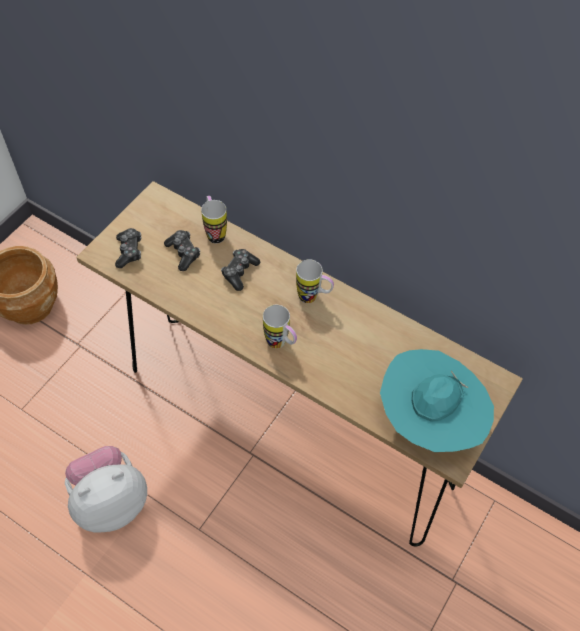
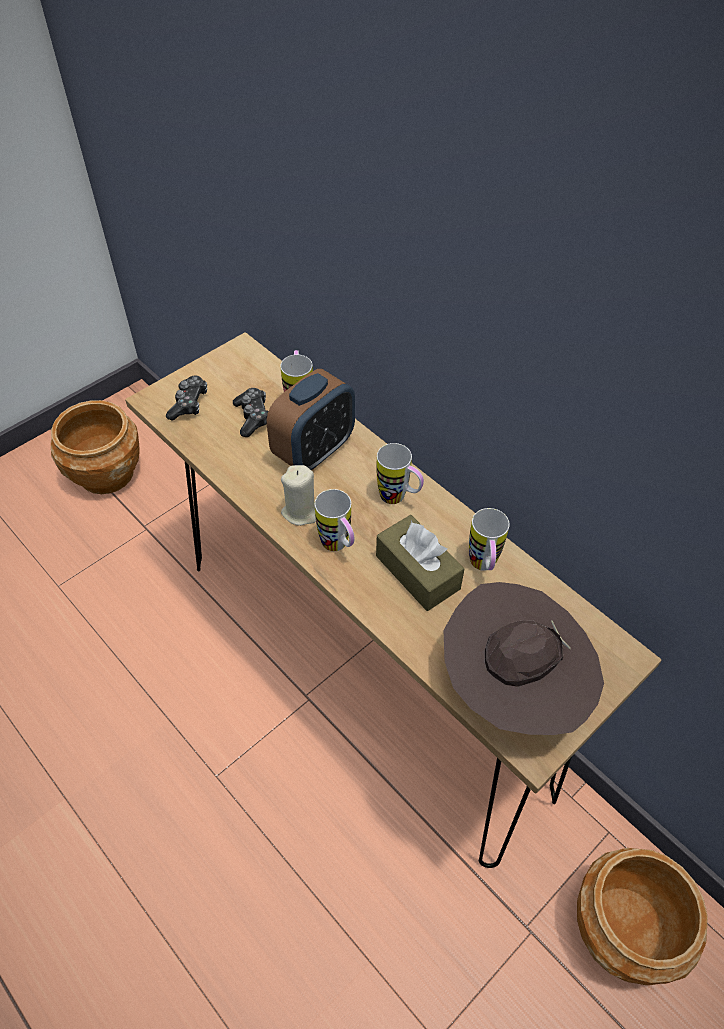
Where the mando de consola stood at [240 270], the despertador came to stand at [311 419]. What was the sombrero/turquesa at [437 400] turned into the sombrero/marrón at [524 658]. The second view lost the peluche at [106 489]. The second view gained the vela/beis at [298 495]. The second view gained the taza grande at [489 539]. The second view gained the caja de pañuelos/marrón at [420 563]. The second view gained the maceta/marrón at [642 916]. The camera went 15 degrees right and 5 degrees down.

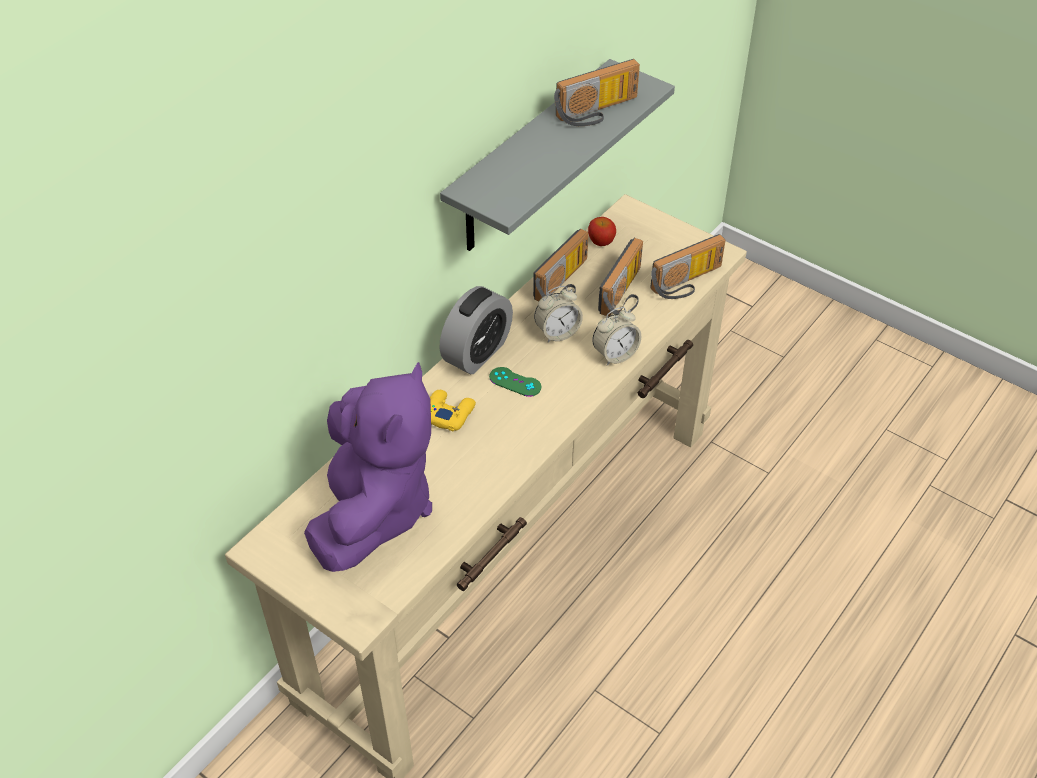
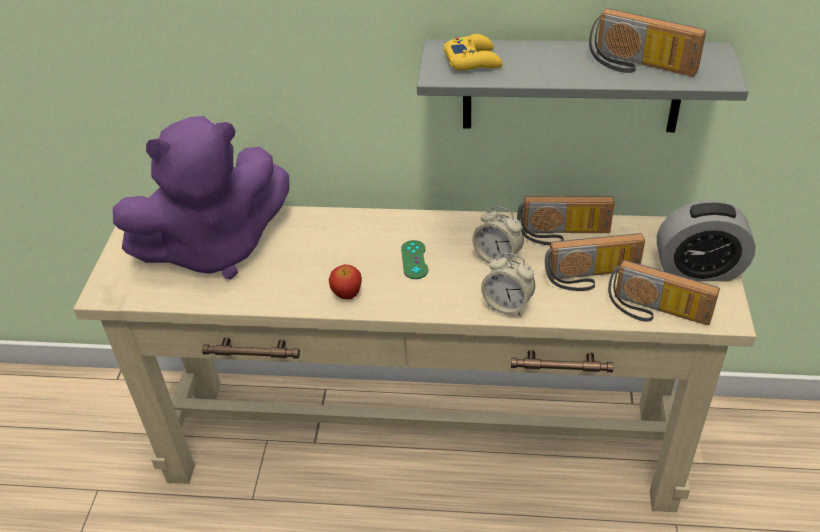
The manzana ended up elsewhere, having gone from [602 231] to [345 282]. The despertador ended up elsewhere, having gone from [476 330] to [706 240]. The mando de consola/amarillo ended up elsewhere, having gone from [453 411] to [473 52]. The camera went 60 degrees right and 5 degrees down.

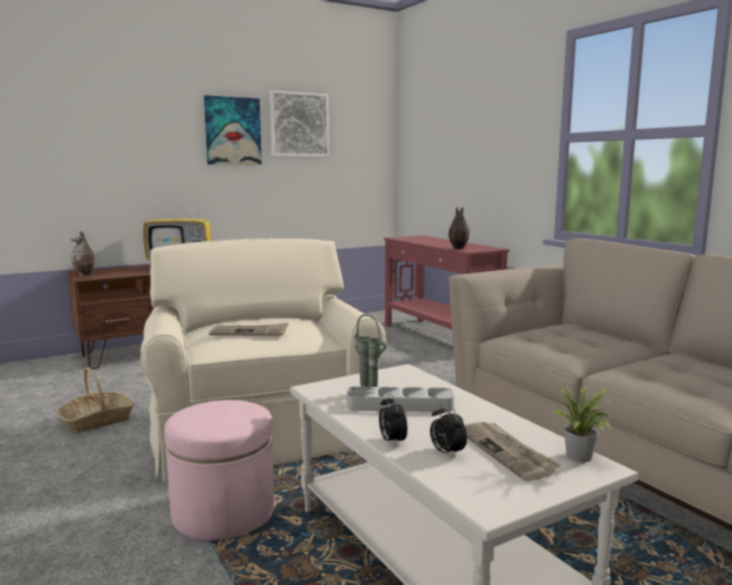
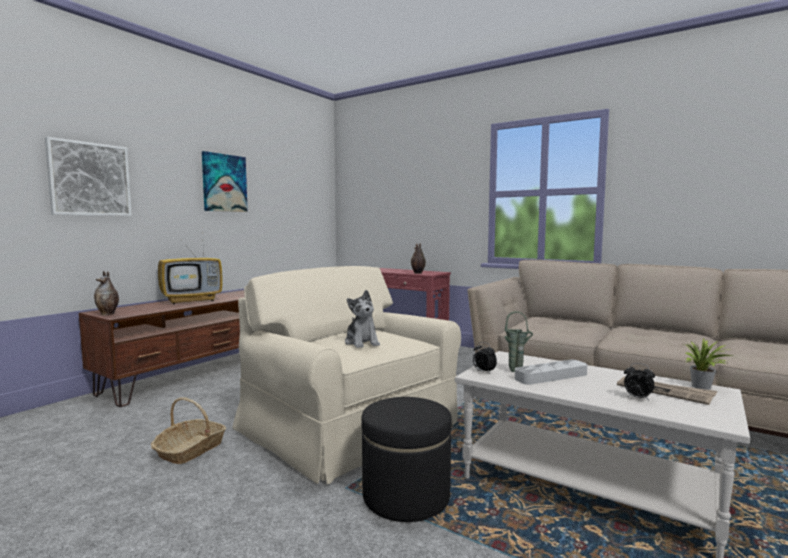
The cuadro ended up elsewhere, having gone from [299 123] to [88 176]. Where the periódico stood at [249 329], the peluche came to stand at [362 319]. The despertador ended up elsewhere, having gone from [393 420] to [485 358]. What was the puf/rosa at [219 470] turned into the puf/negro at [406 459]. The camera went 25 degrees left and 5 degrees down.

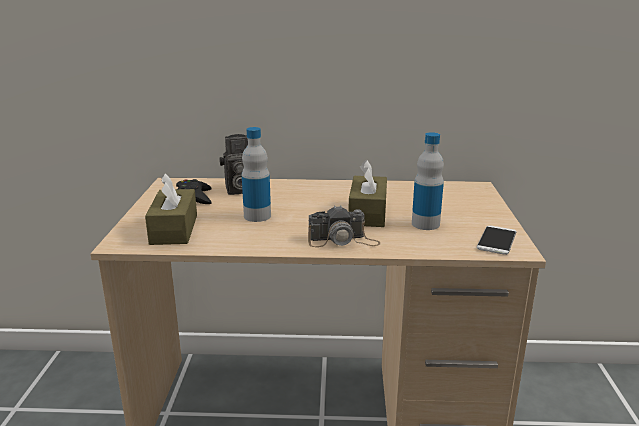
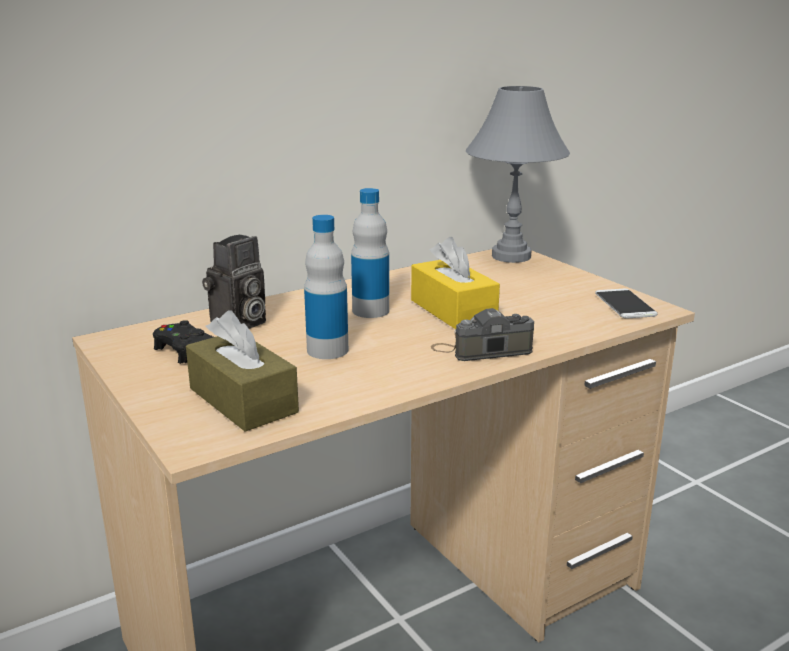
The botella ended up elsewhere, having gone from [428 181] to [370 253]. What was the caja de pañuelos/marrón at [367 193] turned into the caja de pañuelos/amarillo at [455 283]. The cámara at [344 226] ended up facing another way, 150 degrees counterclockwise from before. The second view gained the lámpara de mesa/gris at [518 174]. The camera went 35 degrees left and 0 degrees up.

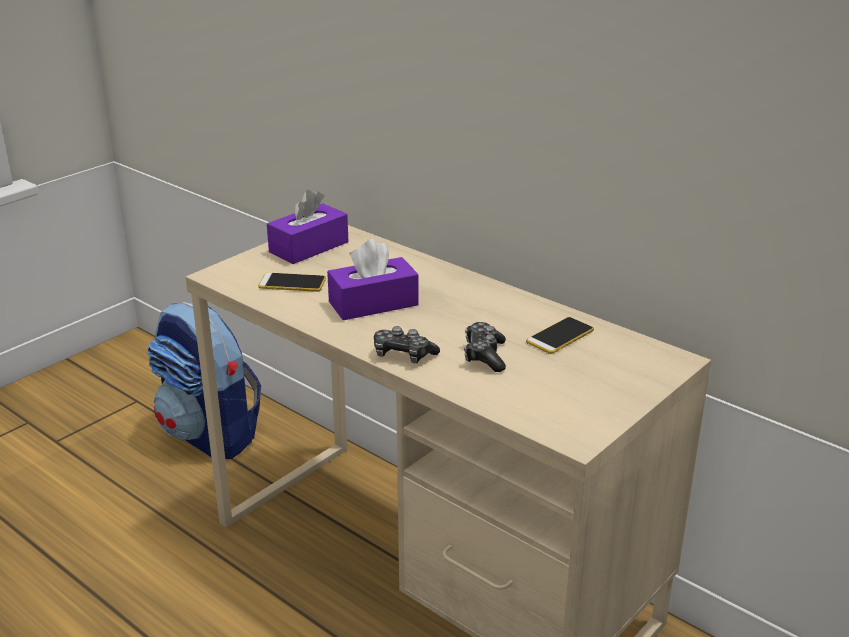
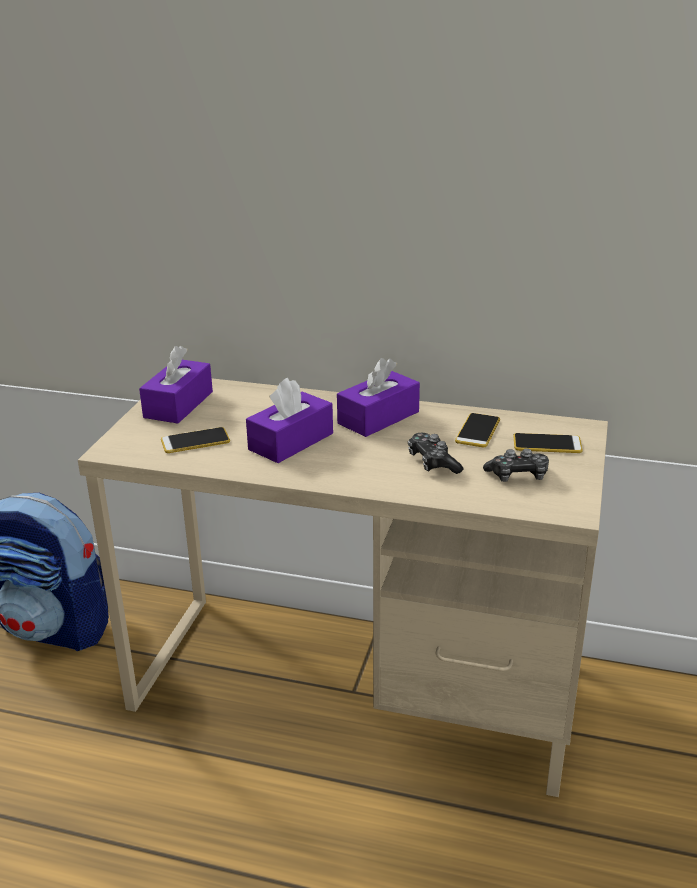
The mando de consola ended up elsewhere, having gone from [407 344] to [516 465]. The second view gained the caja de pañuelos/morado at [378 397]. The second view gained the móvil at [548 443]. The camera went 25 degrees left and 0 degrees up.

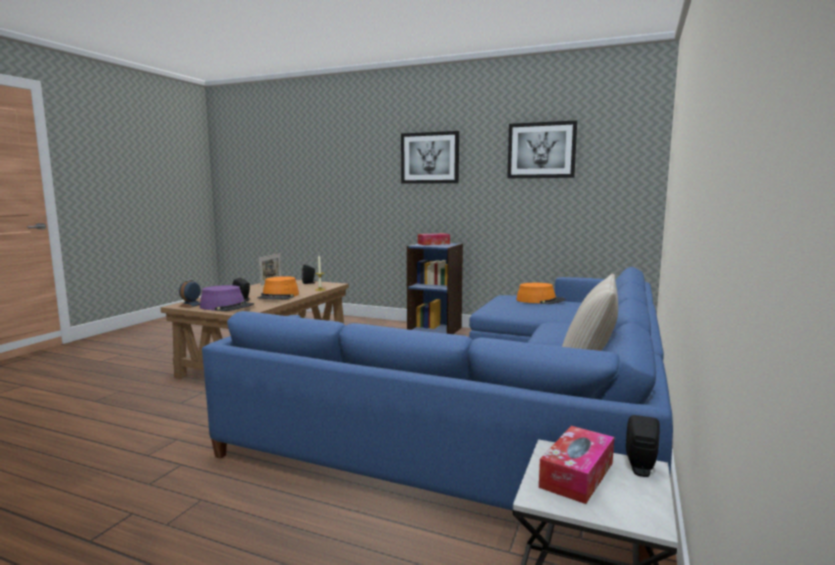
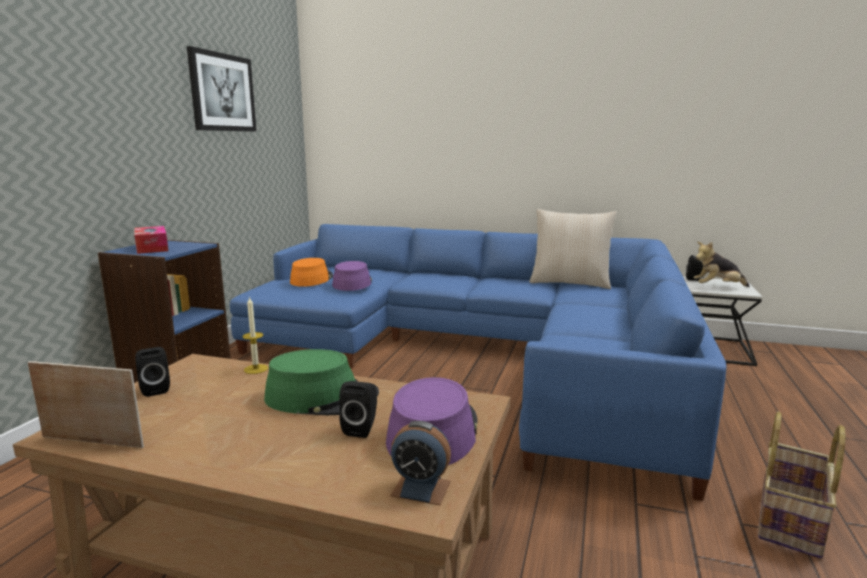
The second view lost the cuadro at [430 157]. What was the sombrero/naranja at [278 288] turned into the sombrero/verde at [321 382]. Where the caja de pañuelos stood at [576 465], the peluche came to stand at [721 264]. The second view gained the sombrero/morado at [352 276]. The second view gained the cesta at [802 484]. The camera went 95 degrees left and 5 degrees up.

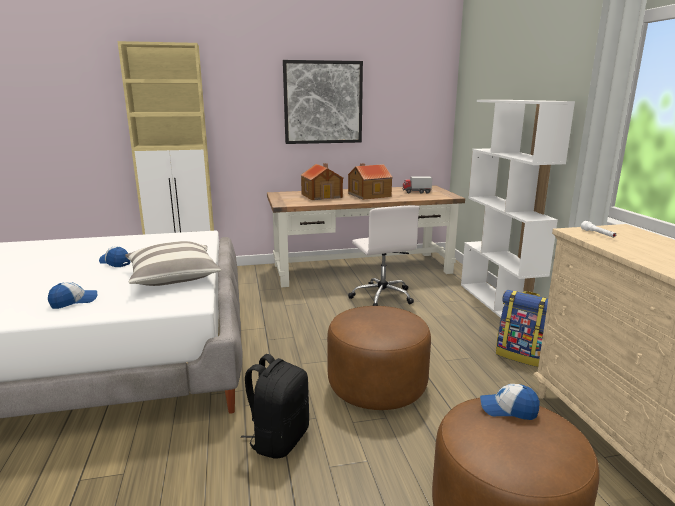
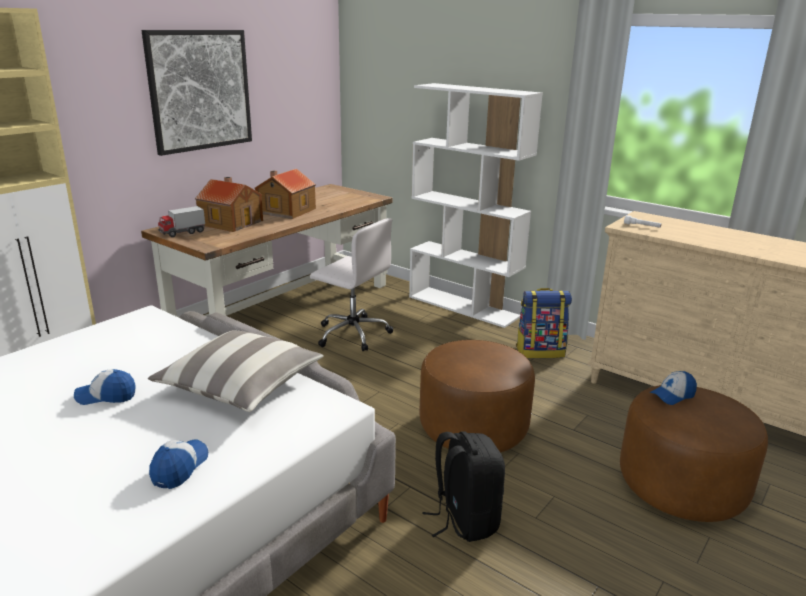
The camión de juguete ended up elsewhere, having gone from [417 185] to [181 221]. The camera went 40 degrees left and 5 degrees up.

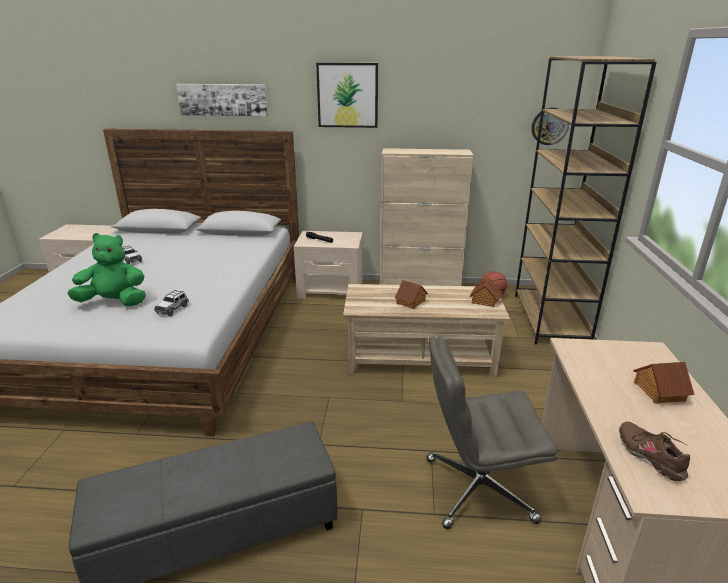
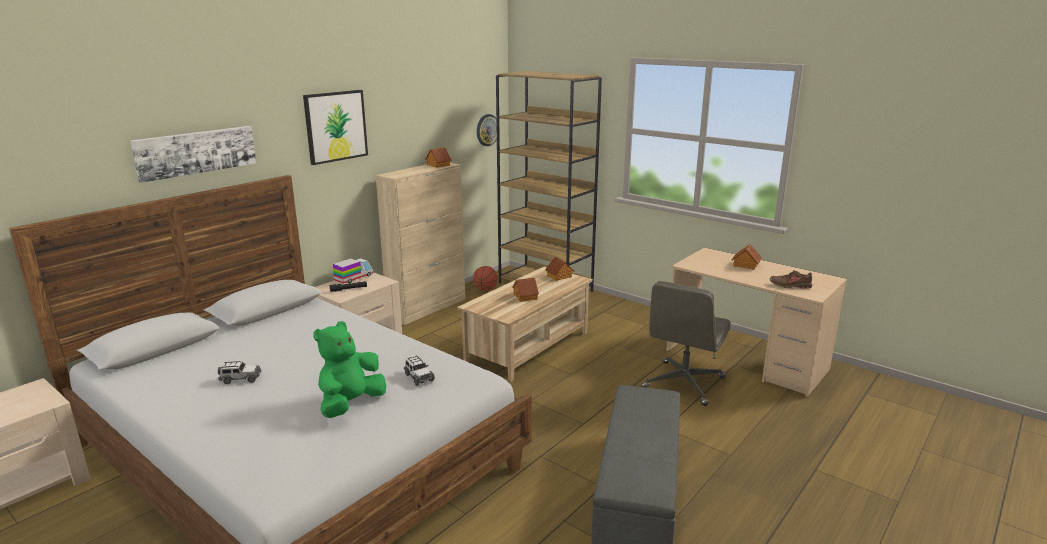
The second view gained the casita at [438 157]. The second view gained the camión de juguete at [353 271]. The camera went 55 degrees left and 5 degrees down.

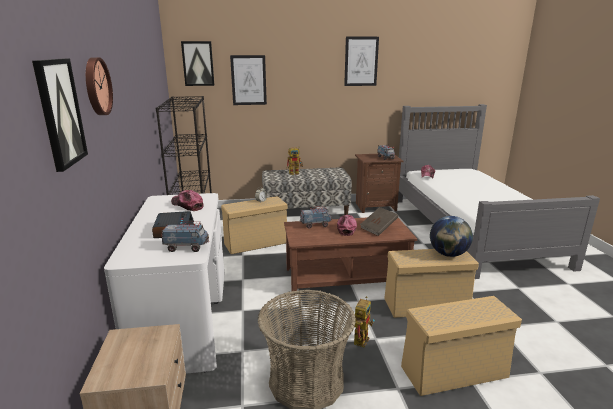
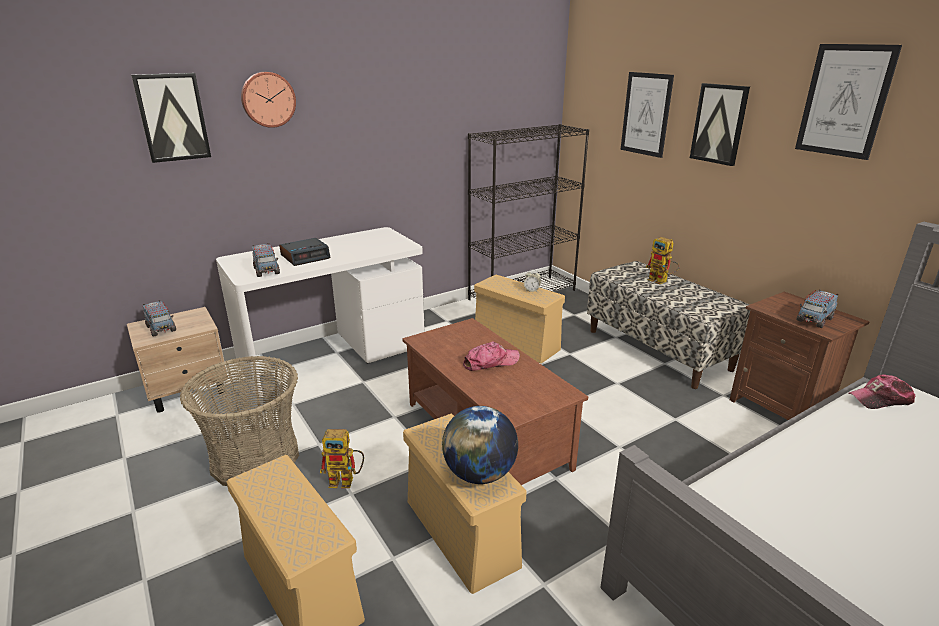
The cuadro ended up elsewhere, having gone from [197 63] to [720 124]. The second view lost the gorra at [187 200]. The camión de juguete ended up elsewhere, having gone from [316 217] to [159 318]. The second view lost the libro/marrón at [379 221]. The camera went 65 degrees right and 5 degrees up.

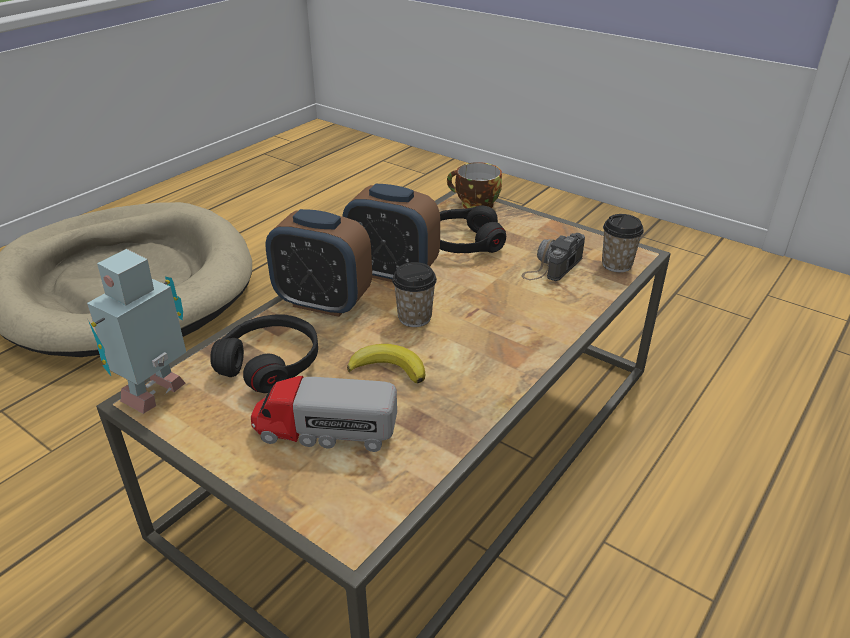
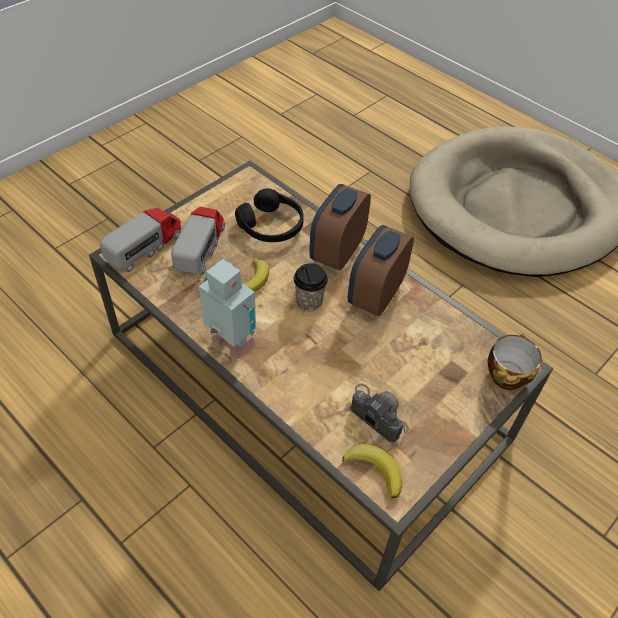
The second view lost the auriculares/negro at [473 229]. Where the taza stood at [623 243], the plátano came to stand at [372 471]. The robot de juguete ended up elsewhere, having gone from [136 331] to [227 309]. The second view gained the camión de juguete at [140 240]. The camera went 95 degrees right and 15 degrees up.

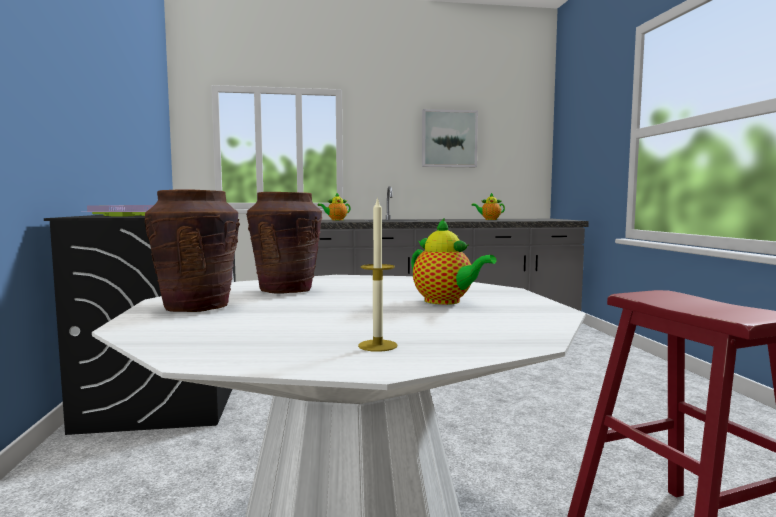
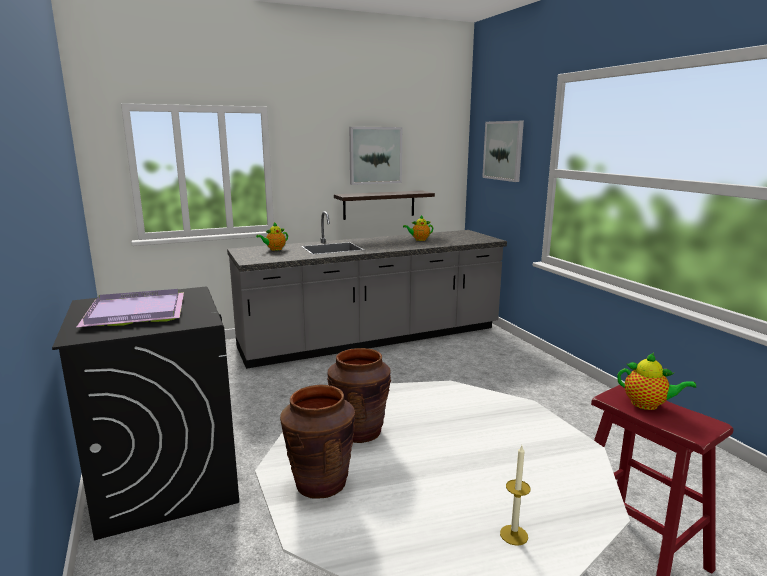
The tetera ended up elsewhere, having gone from [454 261] to [656 381]. The second view gained the cuadro at [503 151]. The second view gained the estante at [384 205]. The camera went 15 degrees left and 10 degrees up.

